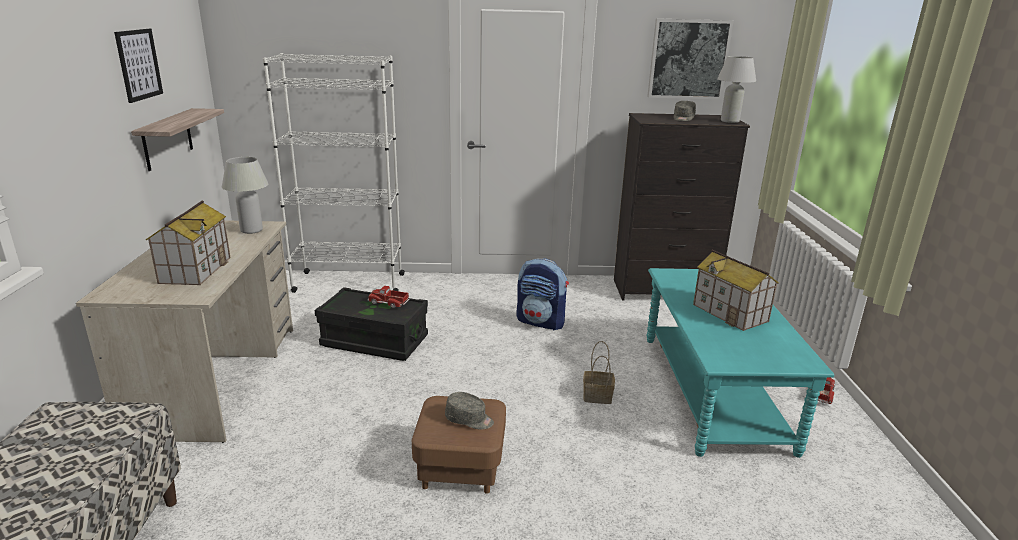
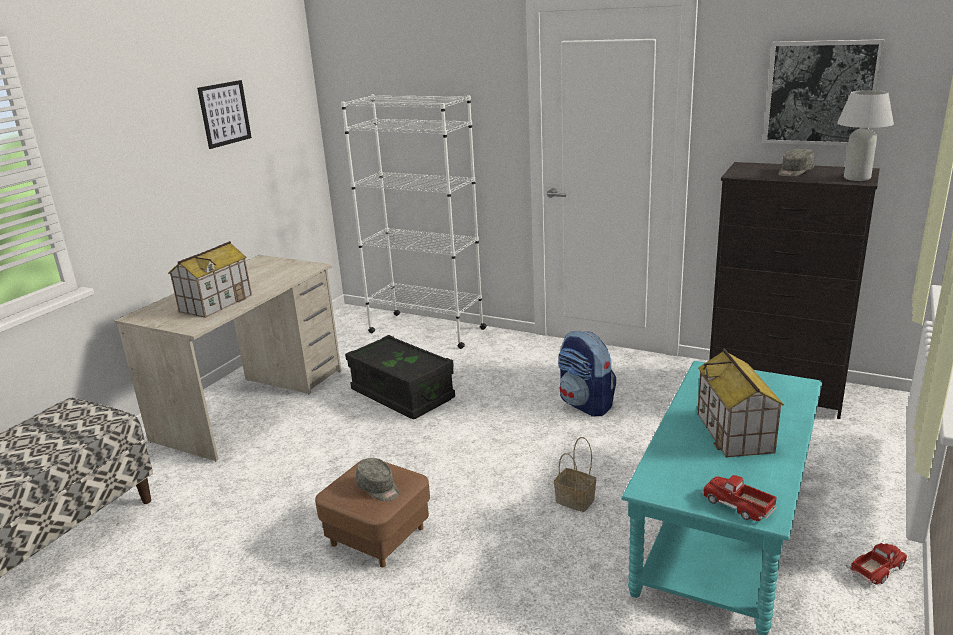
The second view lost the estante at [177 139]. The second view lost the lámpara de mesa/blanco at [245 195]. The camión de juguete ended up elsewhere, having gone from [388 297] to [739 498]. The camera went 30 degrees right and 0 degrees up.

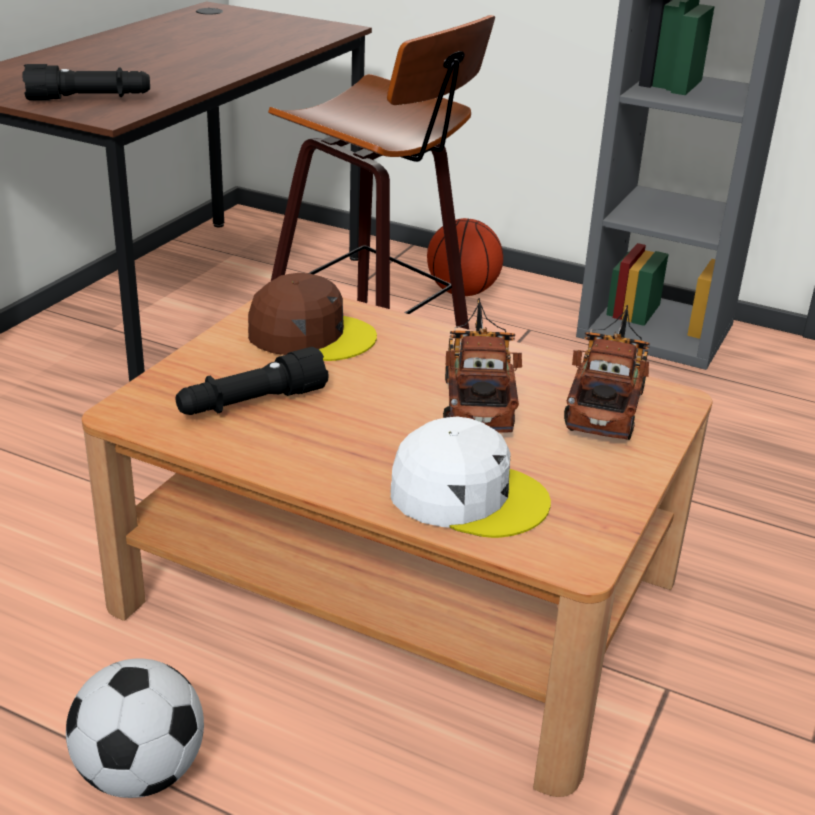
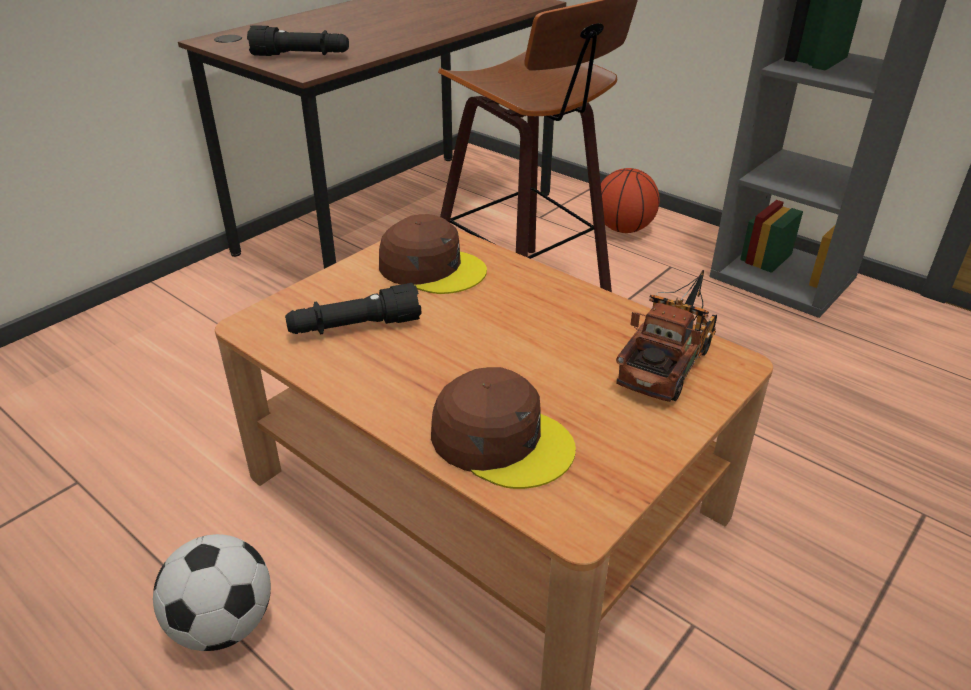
The second view lost the camión de juguete at [482 365]. What was the gorra/blanco at [471 477] turned into the gorra/marrón at [503 428]. The camera went 15 degrees right and 5 degrees up.

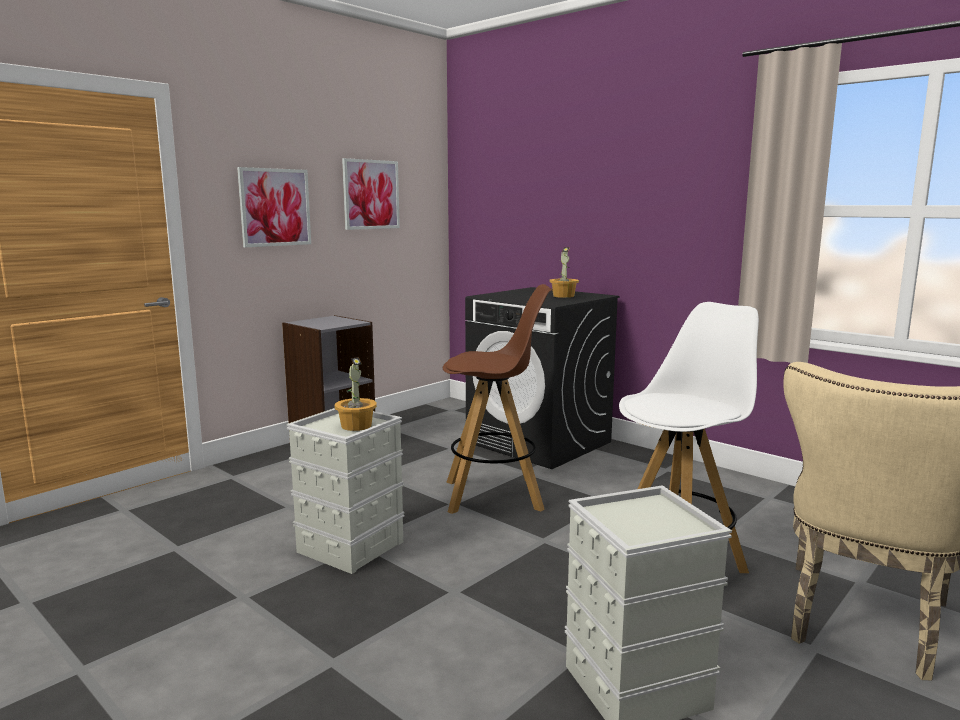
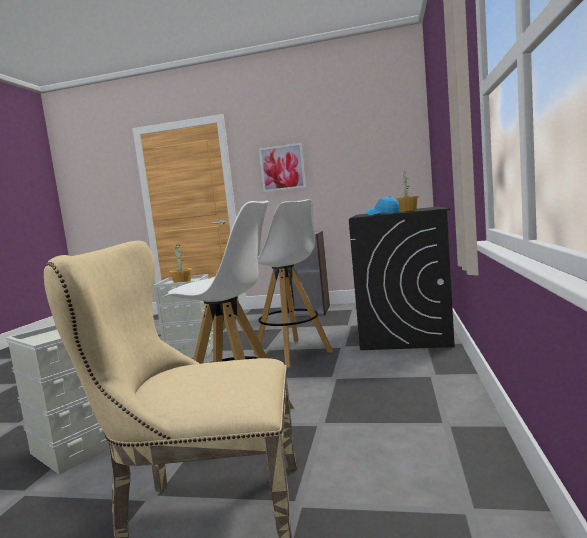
The second view lost the cuadro at [371 194]. What was the taburete/marrón at [498 399] turned into the taburete/blanco at [293 283]. The second view gained the gorra/azul at [383 205]. The camera went 60 degrees right and 5 degrees down.

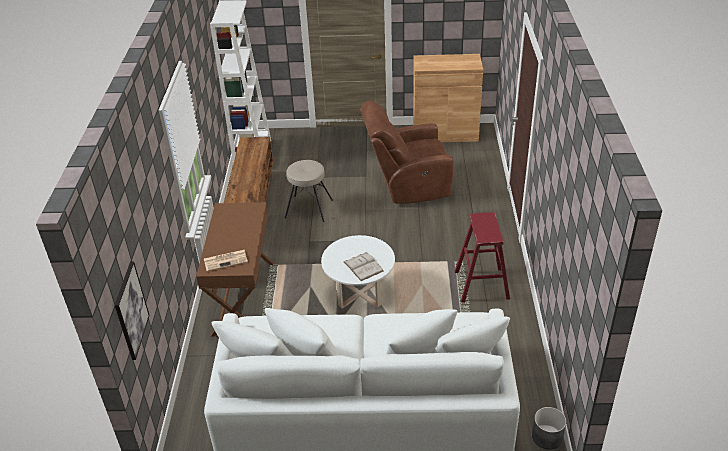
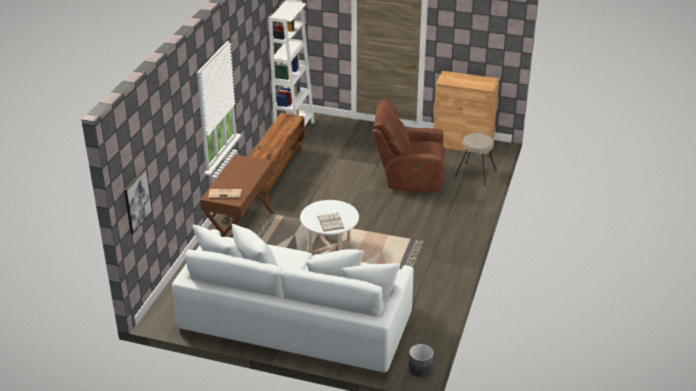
The taburete/beis ended up elsewhere, having gone from [309 191] to [475 159]. The second view lost the taburete/rojo at [482 257]. The camera went 15 degrees right and 5 degrees down.

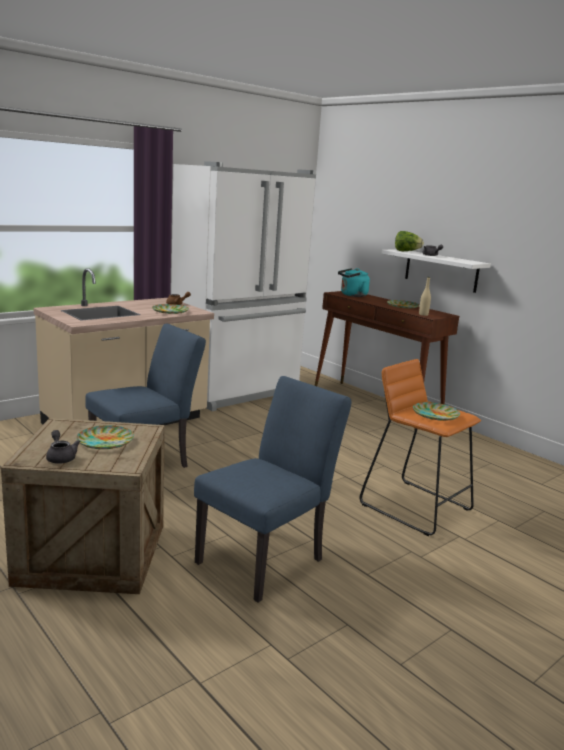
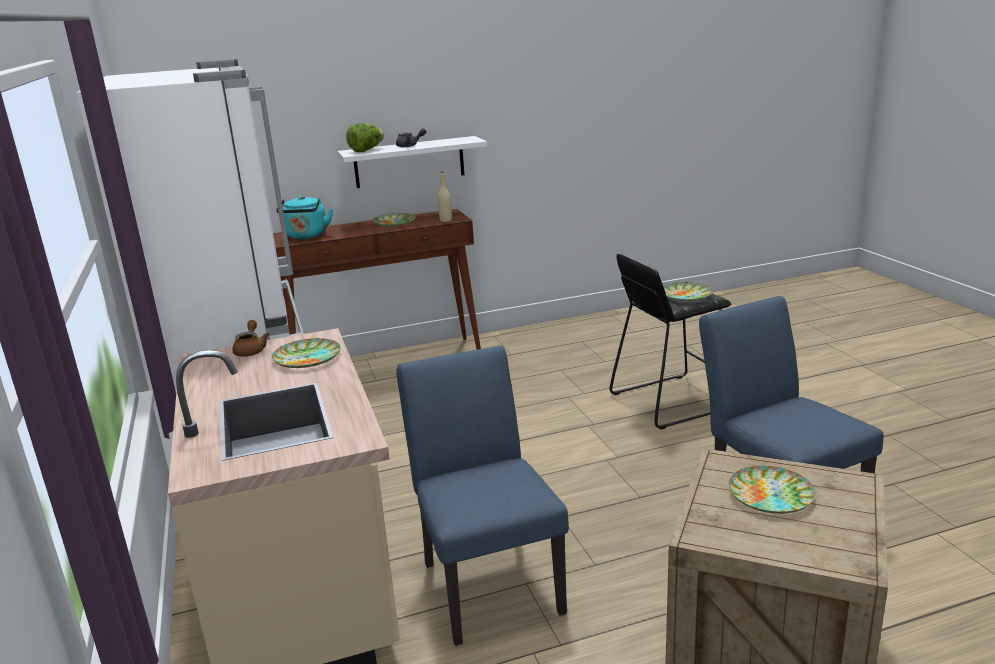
What was the taburete/naranja at [420 447] turned into the taburete/negro at [671 342]. The second view lost the tetera/gris at [63 447]. The camera went 65 degrees left and 5 degrees up.

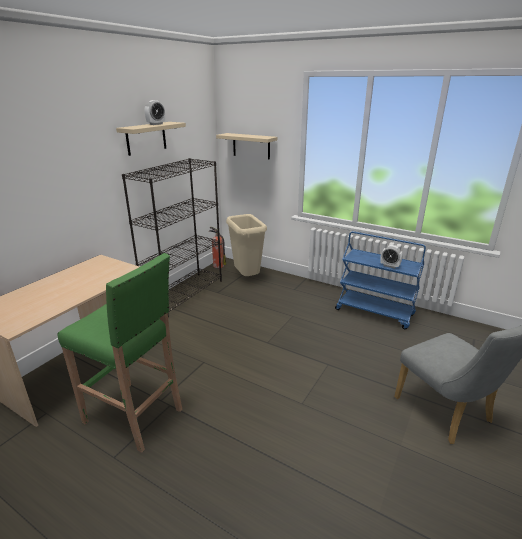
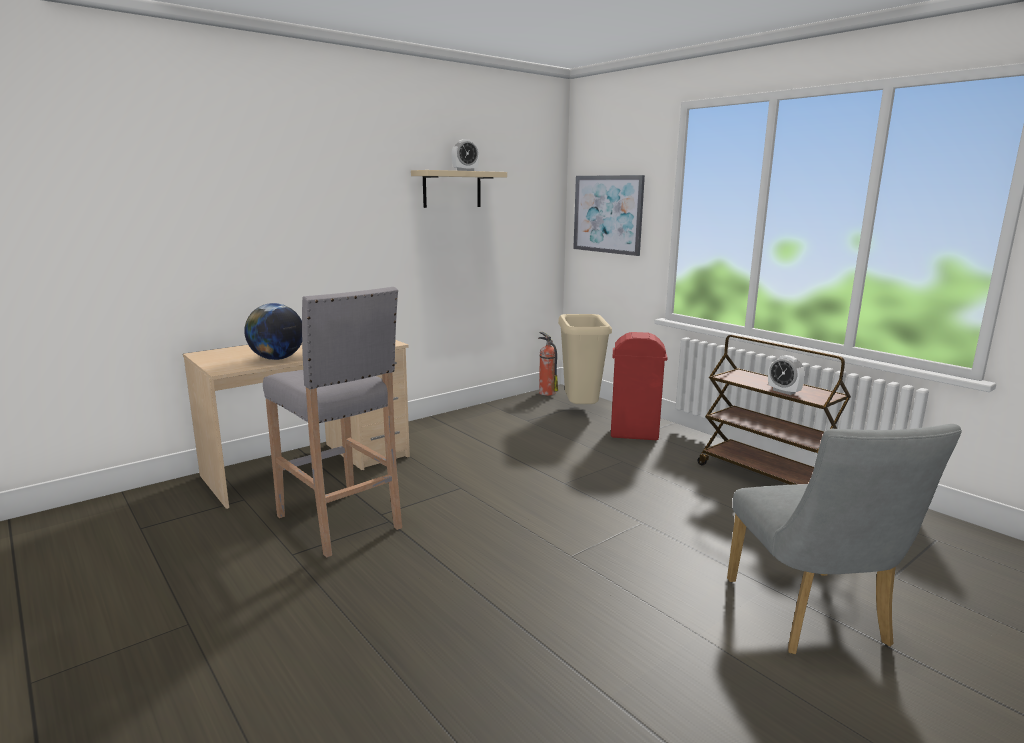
Where the estante/beis hung at [246 146], the cuadro came to hang at [609 215]. The second view lost the estantería/negro at [172 237]. What was the carrito/azul at [380 280] turned into the carrito/marrón at [774 410]. What was the taburete/verde at [120 353] turned into the taburete/gris at [332 422]. The second view gained the globo terráqueo at [273 331]. The second view gained the papelera/rojo at [639 386]. The camera went 20 degrees right and 10 degrees down.

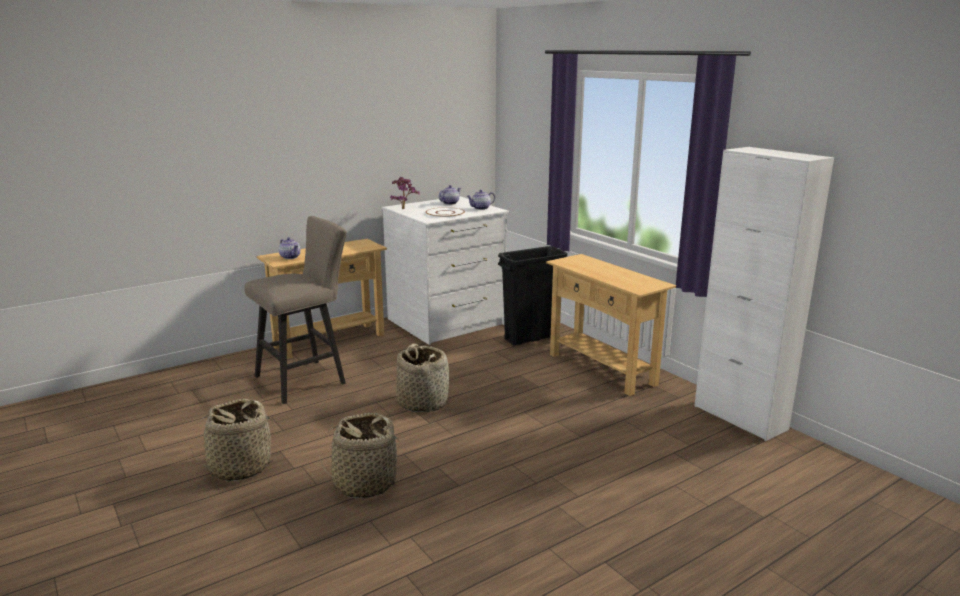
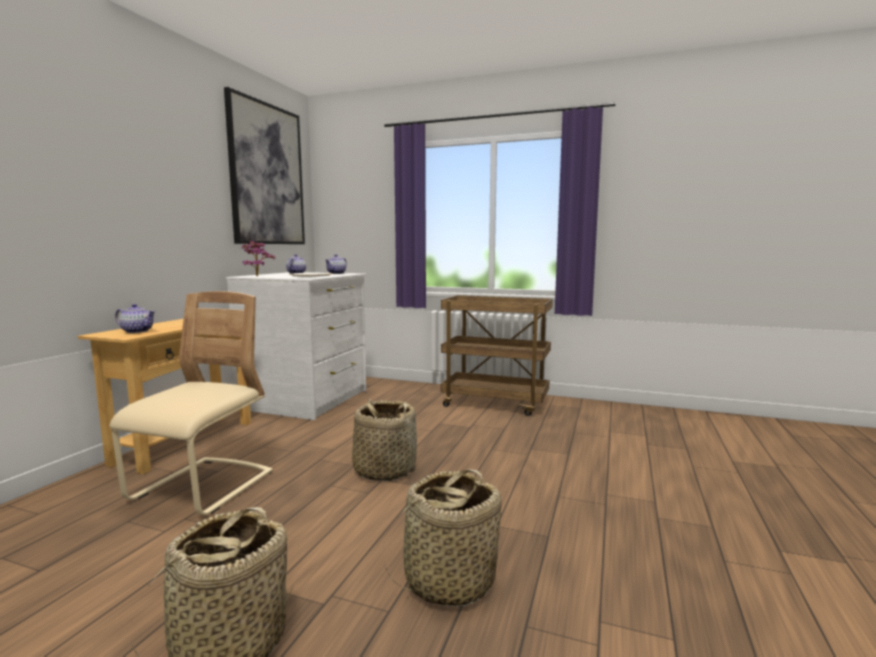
The second view lost the armario/blanco at [764 294]. Where the taburete/beis stood at [295 310], the silla/beis came to stand at [191 403]. The second view lost the papelera/negro at [533 296]. Where the mesa consola/beis stood at [611 325], the carrito/marrón came to stand at [497 355]. The second view gained the cuadro at [264 165]. The camera went 35 degrees left and 10 degrees down.

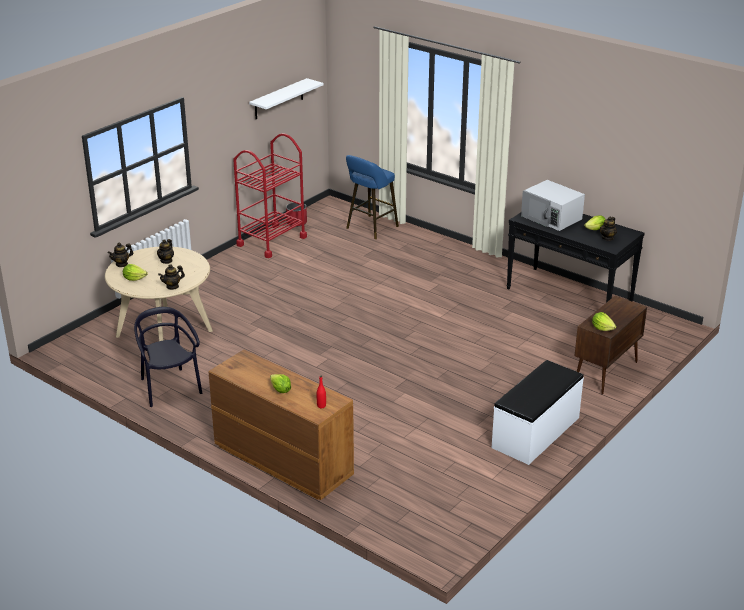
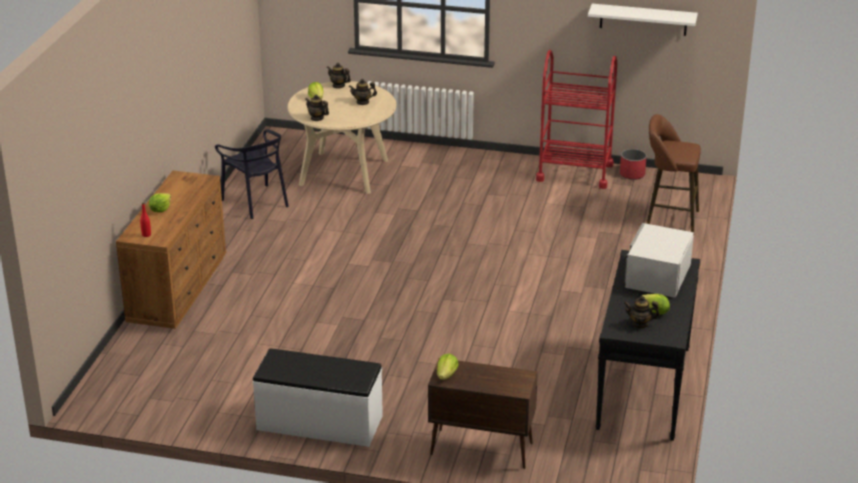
What was the taburete/azul at [372 197] turned into the taburete/marrón at [673 173]. The silla/negro at [168 357] ended up facing another way, 105 degrees clockwise from before. The camera went 65 degrees right and 0 degrees up.

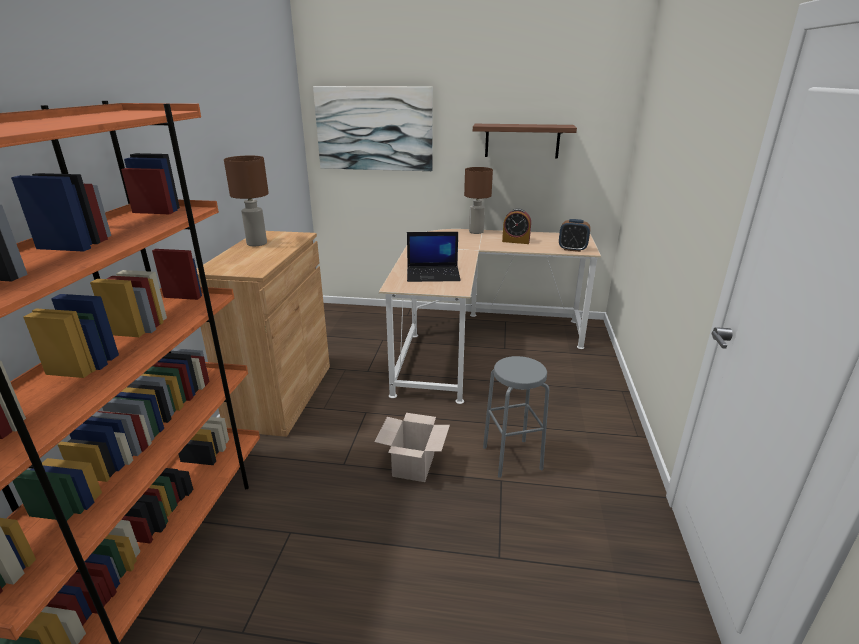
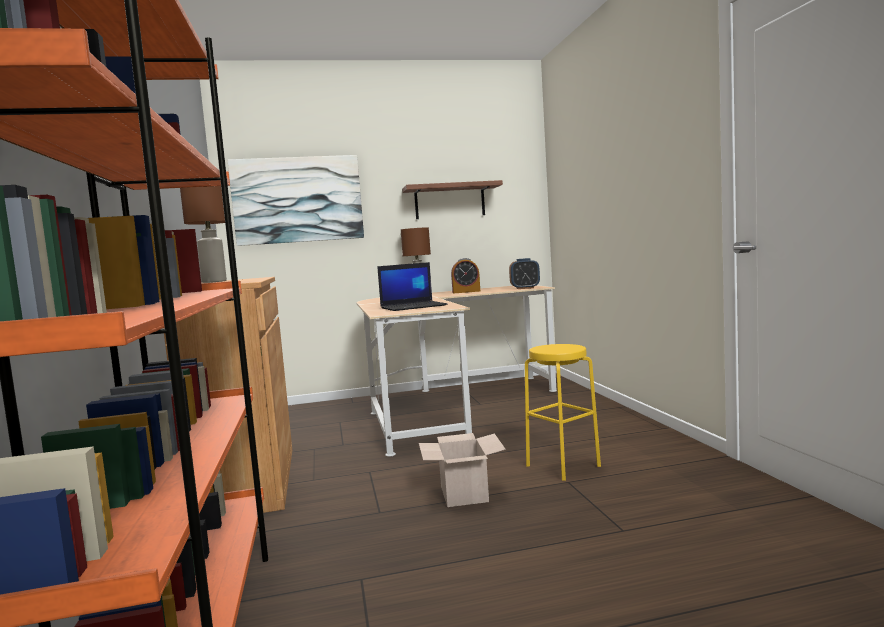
What was the taburete/gris at [516 417] turned into the taburete/amarillo at [563 412]. The camera went 20 degrees left and 20 degrees down.

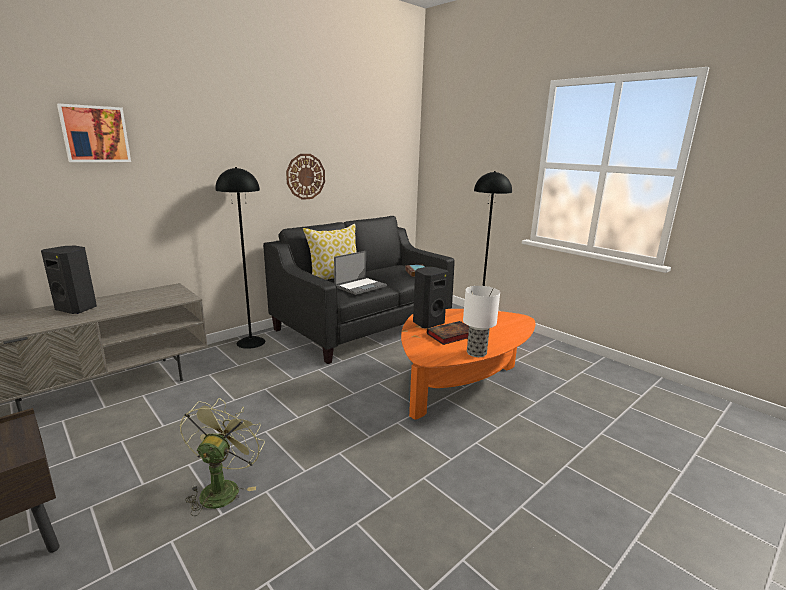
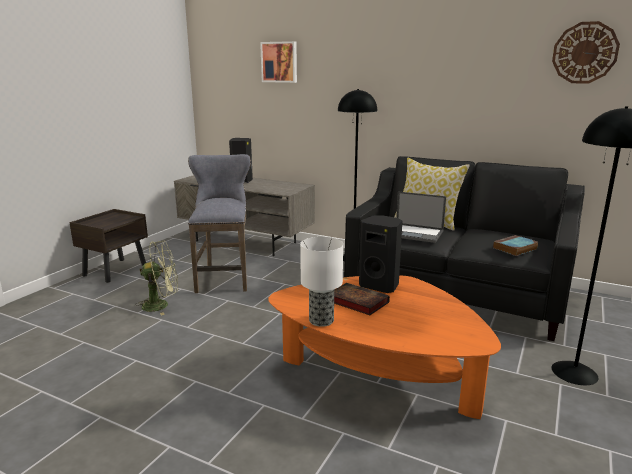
The reloj de pared ended up elsewhere, having gone from [305 177] to [586 52]. The second view gained the taburete/gris at [219 223]. The camera went 70 degrees right and 0 degrees up.

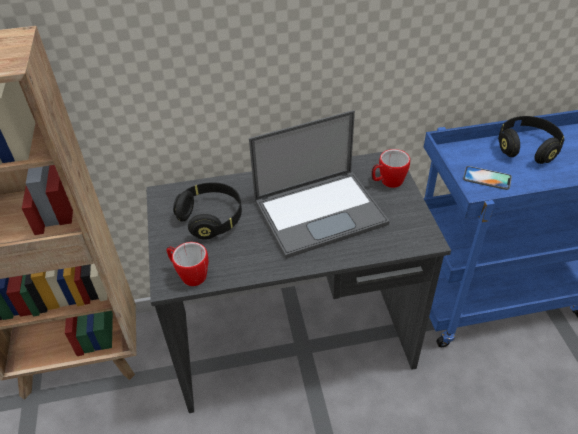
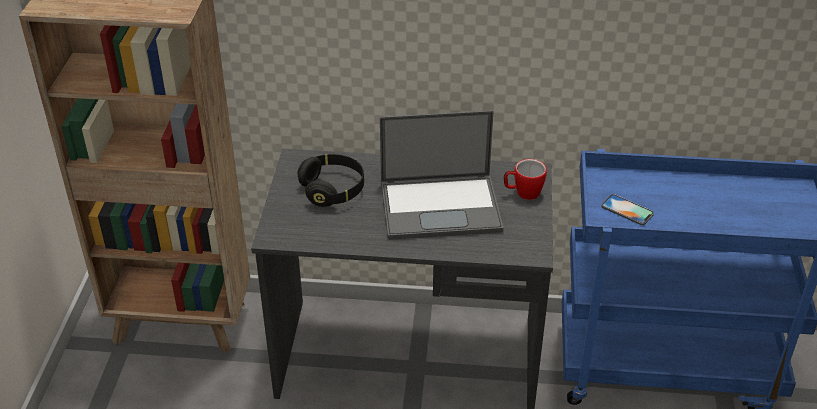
The second view lost the auriculares/negro at [531 140]. The second view lost the taza grande at [187 264]. The camera went 15 degrees right and 5 degrees down.

